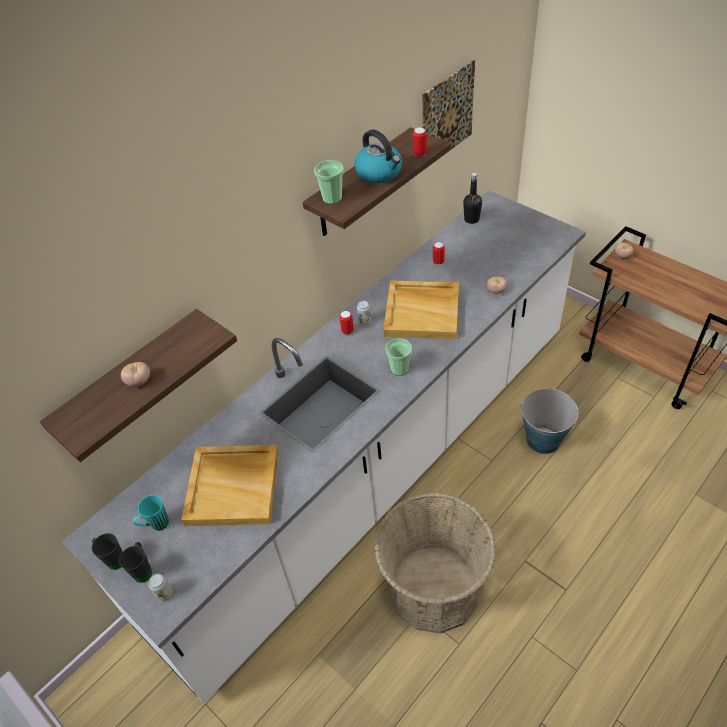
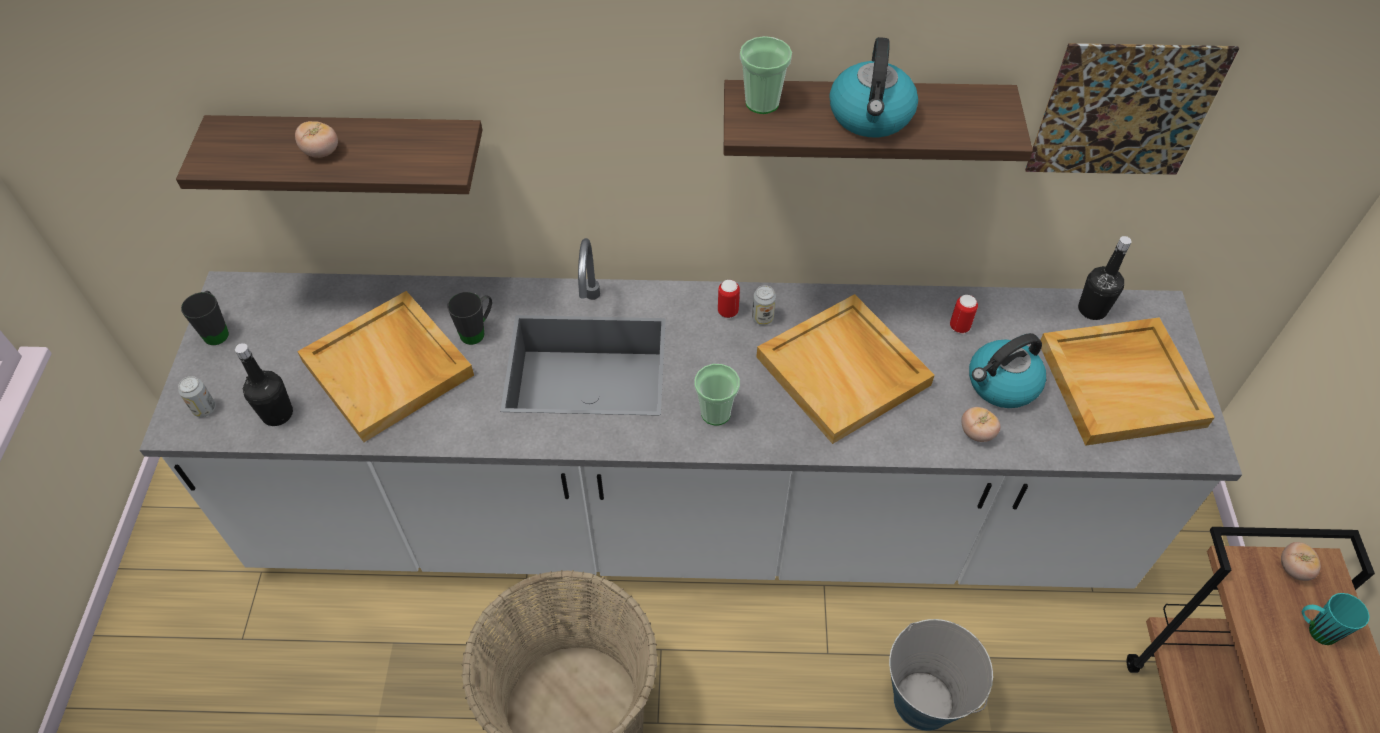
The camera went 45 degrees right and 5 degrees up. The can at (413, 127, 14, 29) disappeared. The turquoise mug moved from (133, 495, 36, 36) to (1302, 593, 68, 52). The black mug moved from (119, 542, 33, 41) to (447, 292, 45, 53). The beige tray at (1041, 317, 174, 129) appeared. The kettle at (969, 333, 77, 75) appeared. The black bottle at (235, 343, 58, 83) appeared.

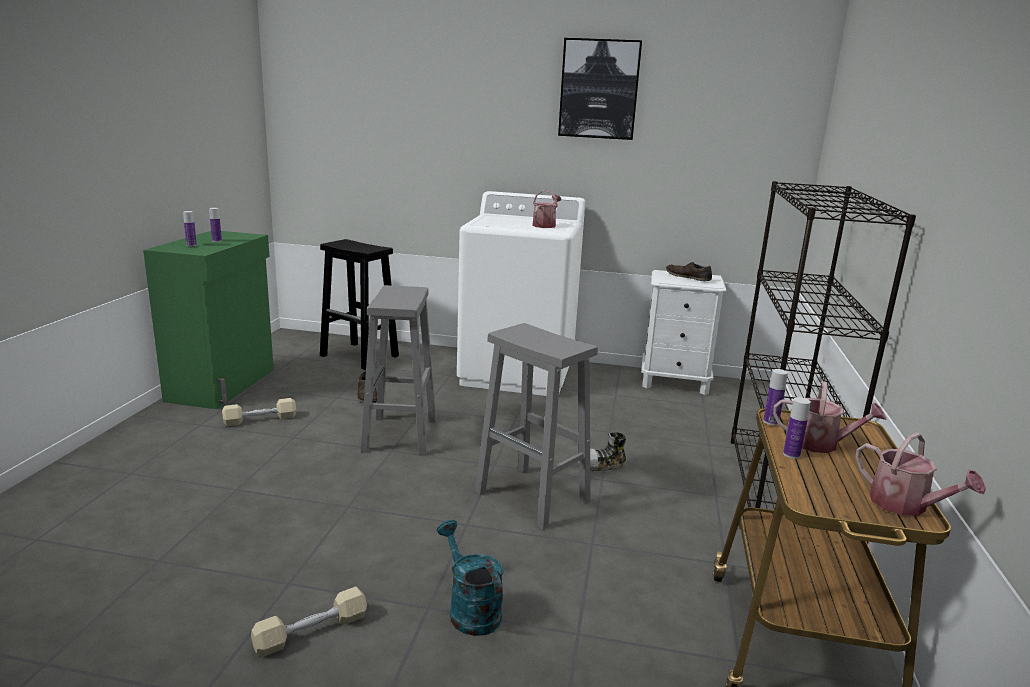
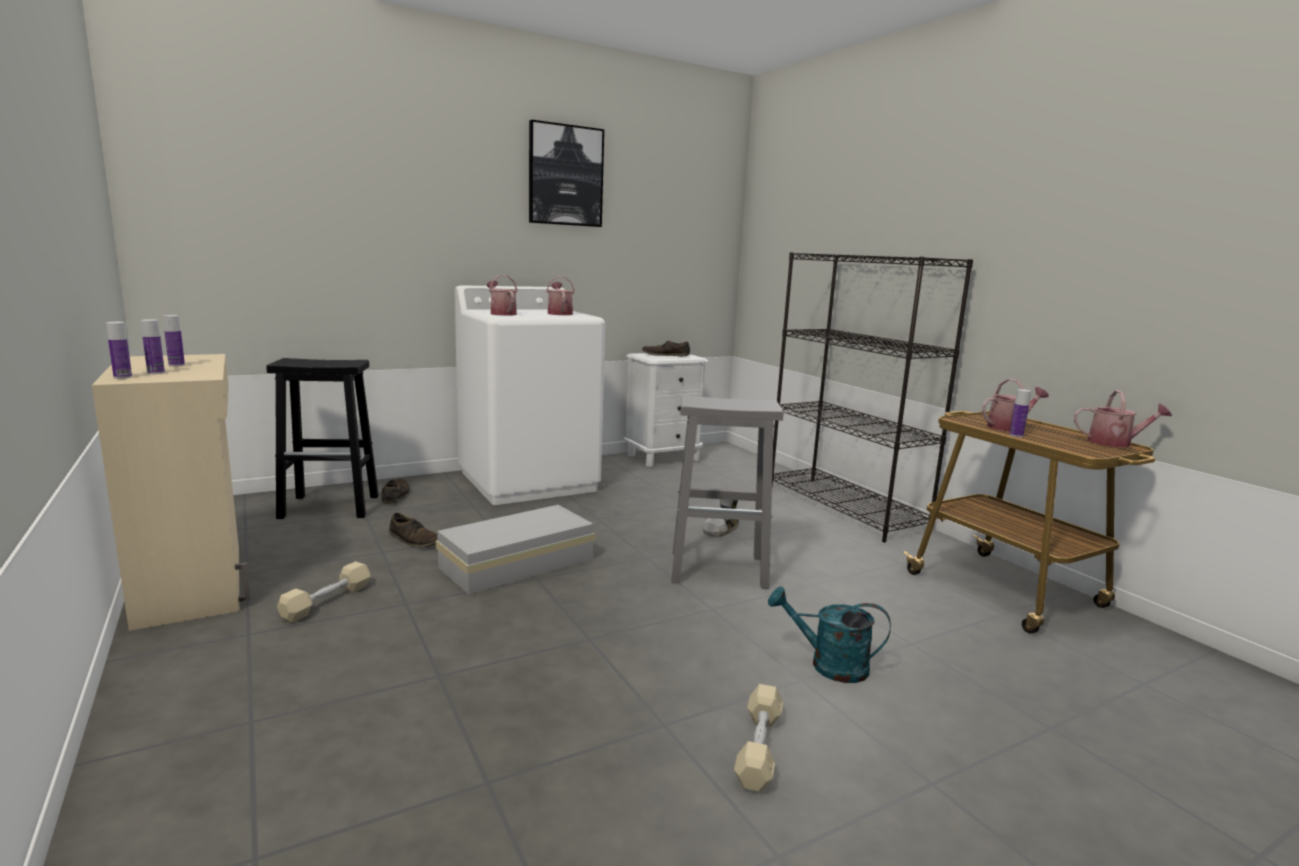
The camera went 40 degrees left and 5 degrees down. The green cabinet at (143, 231, 131, 178) became the beige cabinet at (92, 354, 159, 277). The grey stool at (361, 285, 75, 170) was replaced by the white storage box at (436, 505, 159, 89). The bottle moved from (763, 369, 25, 56) to (106, 322, 26, 57). The watering can at (487, 275, 31, 41) appeared. The brown shoe at (382, 479, 28, 25) appeared.

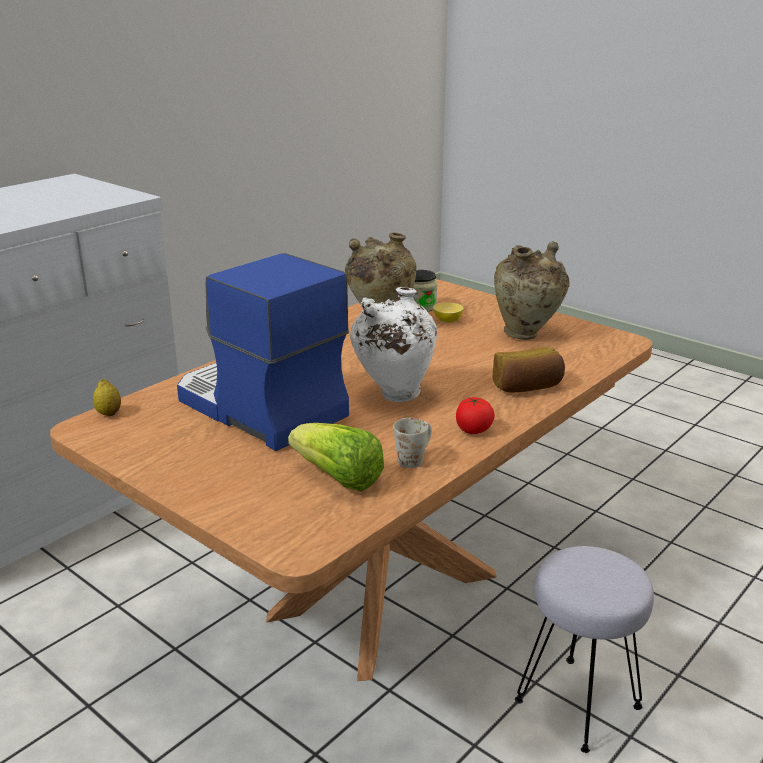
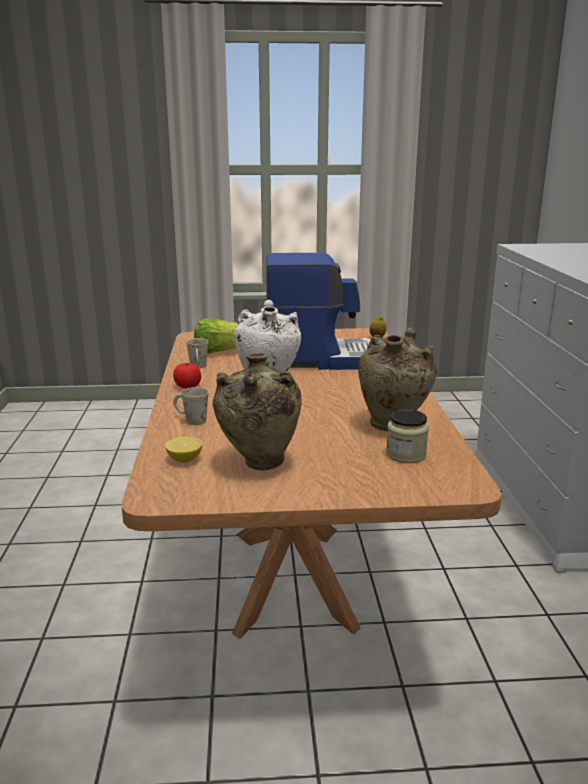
The camera went 135 degrees right and 5 degrees down. The lemon moved from (433, 302, 30, 21) to (165, 437, 37, 26). The bread at (493, 347, 72, 46) was replaced by the white mug at (173, 387, 36, 38). The grey stool at (515, 546, 139, 207) disappeared.

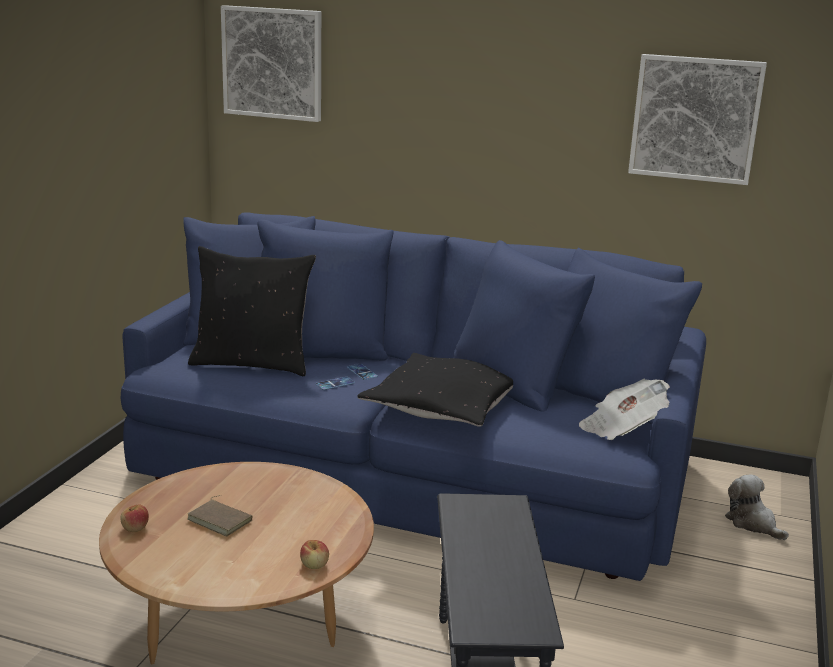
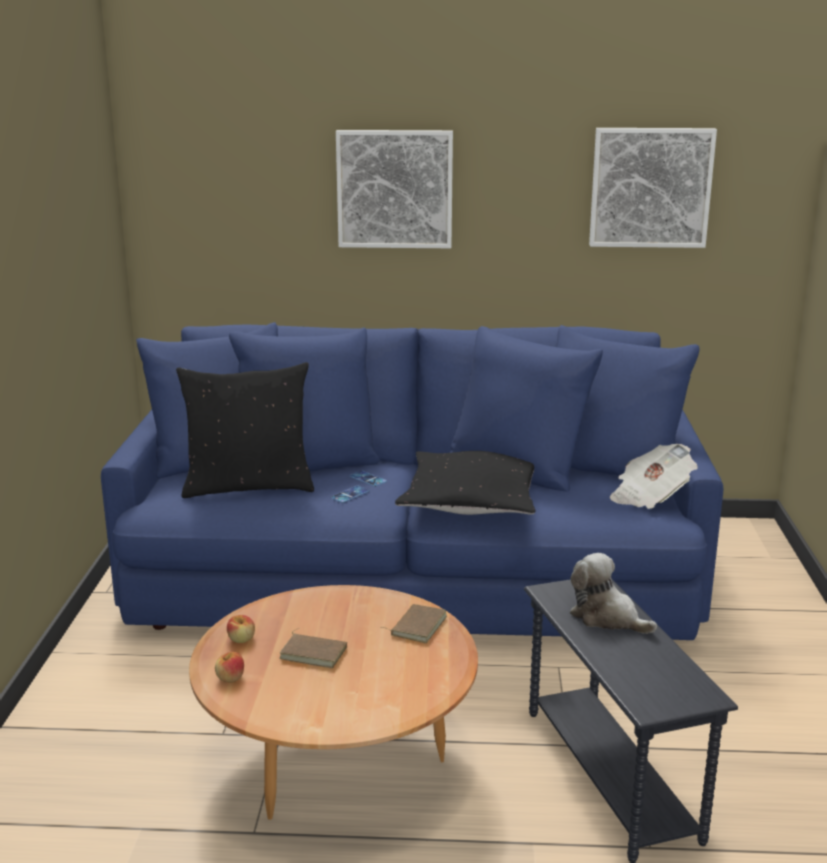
The camera went 15 degrees left and 0 degrees up. The picture moved from (221, 5, 100, 117) to (336, 130, 117, 118). The plush toy moved from (725, 475, 64, 65) to (570, 553, 87, 81). The apple moved from (300, 540, 29, 29) to (227, 615, 28, 28). The brown book at (380, 604, 67, 39) appeared.

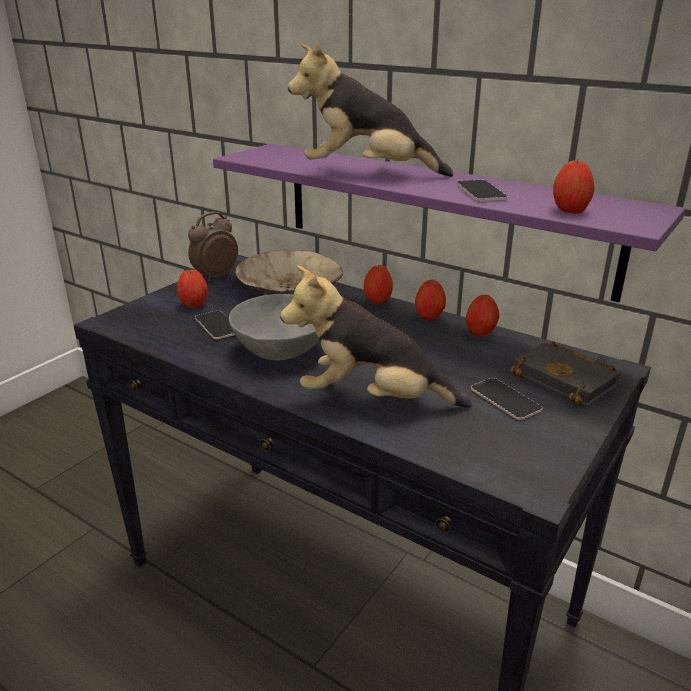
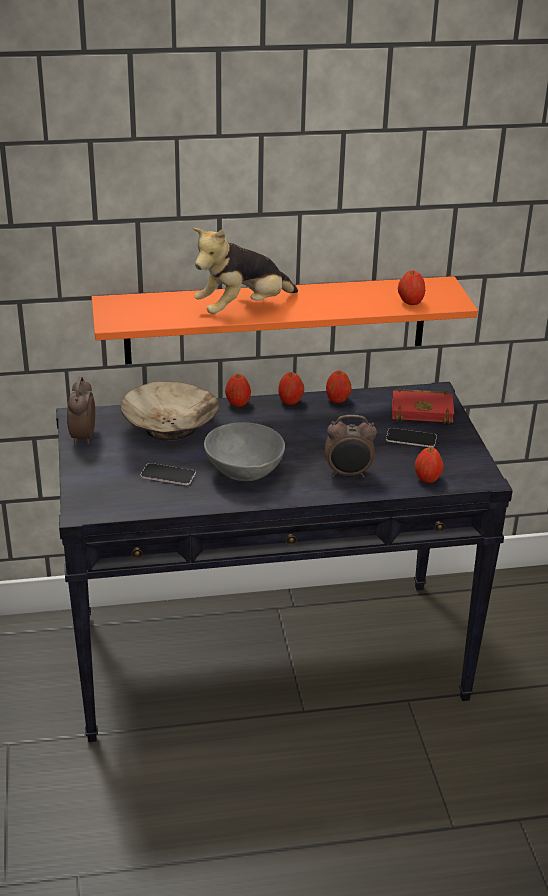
The camera went 45 degrees left and 5 degrees up. The purple shelf at (213, 143, 472, 159) became the orange shelf at (92, 276, 386, 89). The phone at (457, 180, 51, 21) disappeared. The plush toy at (280, 265, 192, 143) was replaced by the alarm clock at (325, 415, 52, 63). The apple moved from (177, 269, 31, 39) to (415, 447, 28, 36). The black book at (510, 341, 111, 65) became the red book at (392, 388, 62, 36).

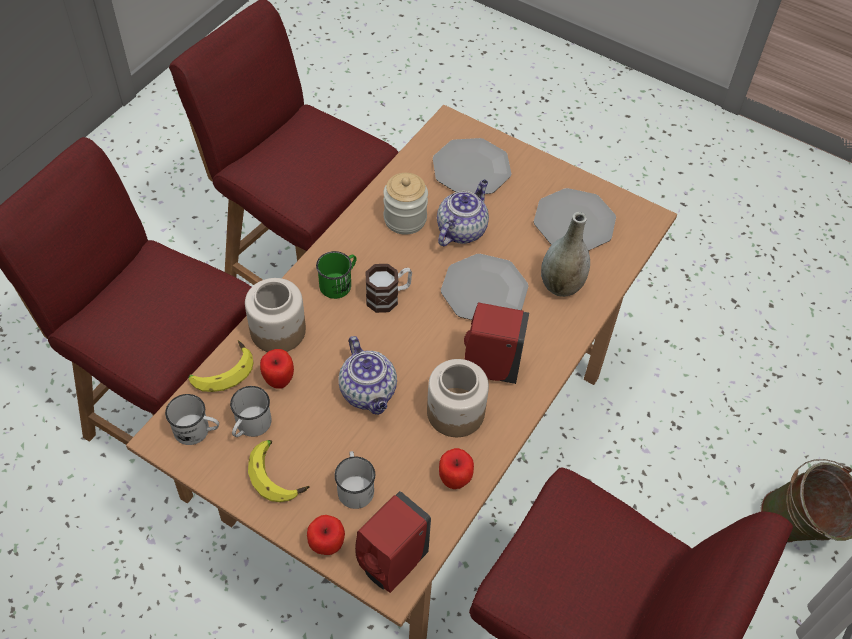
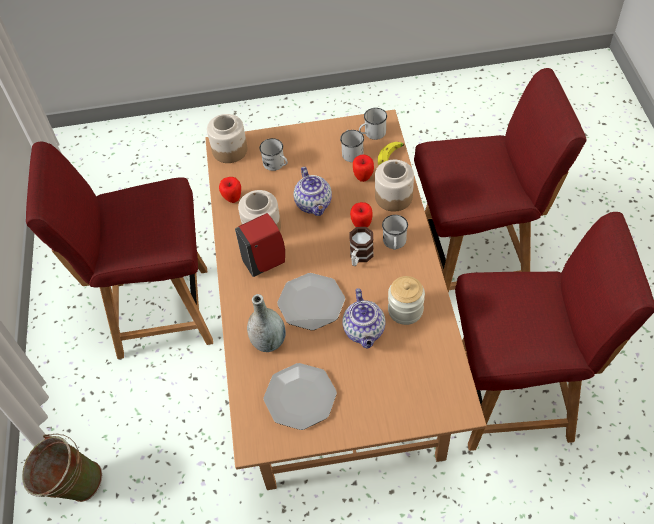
The camera went 145 degrees right and 0 degrees up. The plate at (433, 138, 78, 56) disappeared. The green mug at (316, 251, 41, 48) became the white mug at (382, 215, 26, 35). The teapot at (338, 336, 59, 79) turned 135 degrees counterclockwise. The banana at (248, 440, 62, 62) disappeared. The red soap dispenser at (355, 491, 76, 102) was replaced by the jar at (207, 114, 40, 49). The apple moved from (307, 515, 38, 40) to (350, 202, 23, 25).

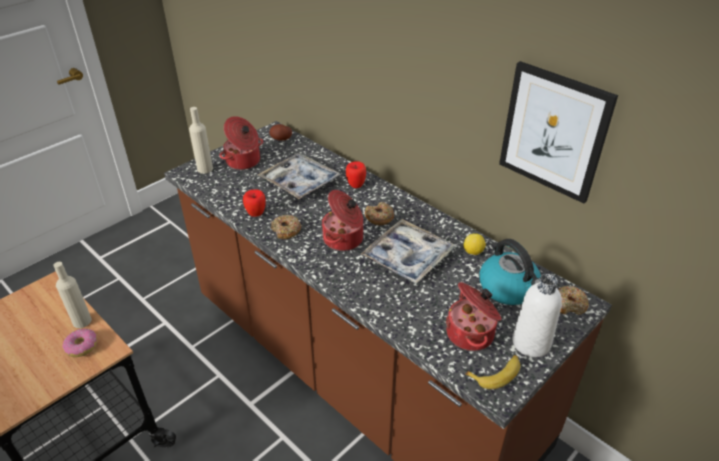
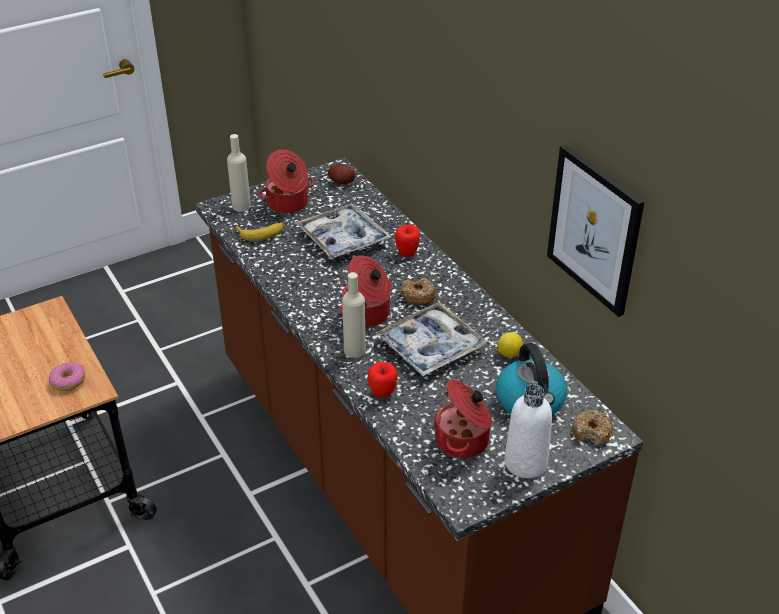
The camera went 15 degrees right and 0 degrees up. The apple moved from (243, 189, 23, 28) to (368, 362, 29, 36). The donut at (271, 215, 30, 24) disappeared. The beige bottle moved from (53, 262, 39, 66) to (342, 272, 24, 86). The banana moved from (465, 355, 55, 34) to (234, 222, 50, 19).

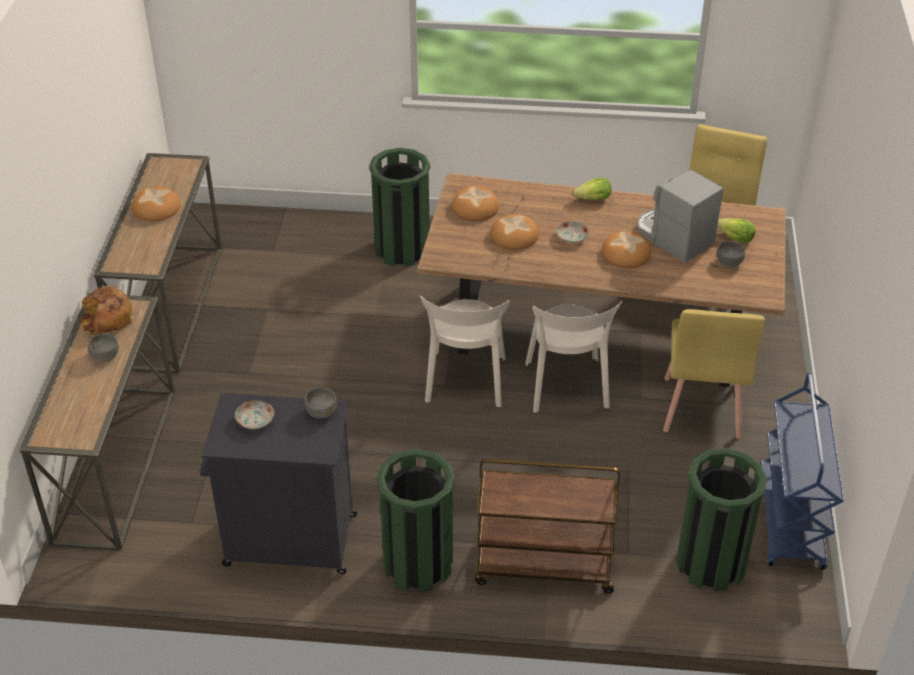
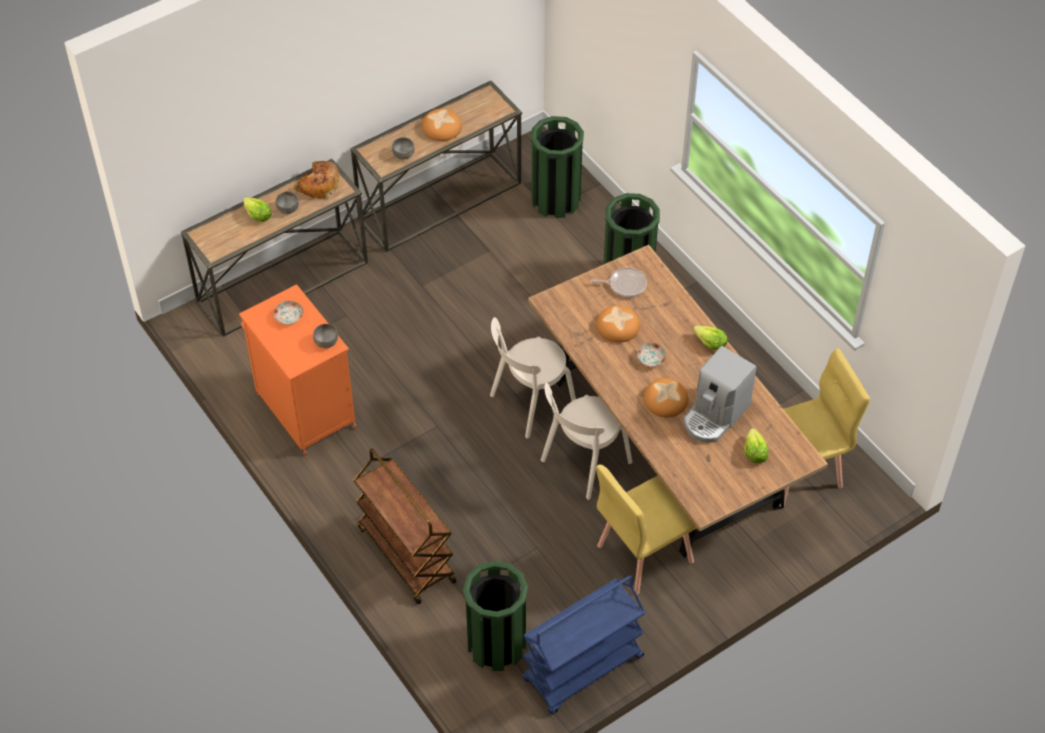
The camera went 50 degrees right and 10 degrees up. The coffee machine at (637, 170, 86, 93) turned 150 degrees counterclockwise. The bread at (452, 186, 47, 35) was replaced by the frying pan at (591, 267, 56, 30). The grey bowl moved from (717, 241, 28, 26) to (392, 137, 23, 22). The black cabinet at (200, 393, 157, 181) became the orange cabinet at (239, 284, 118, 172). The green trash can moved from (377, 449, 78, 143) to (531, 116, 53, 102). The lettuce at (243, 197, 29, 25) appeared.

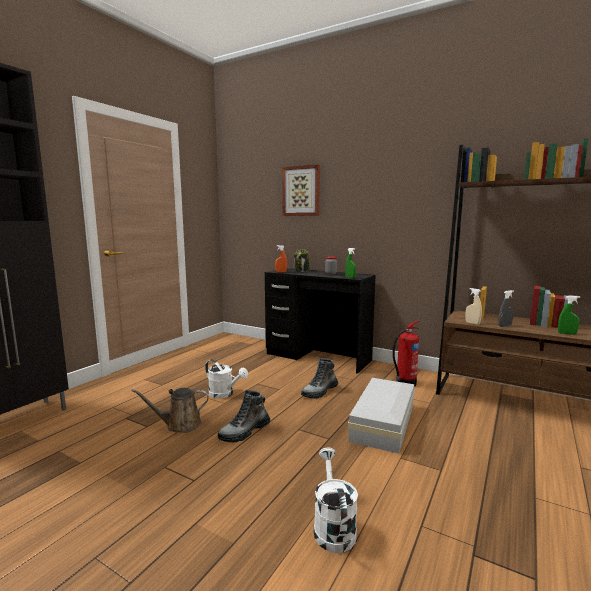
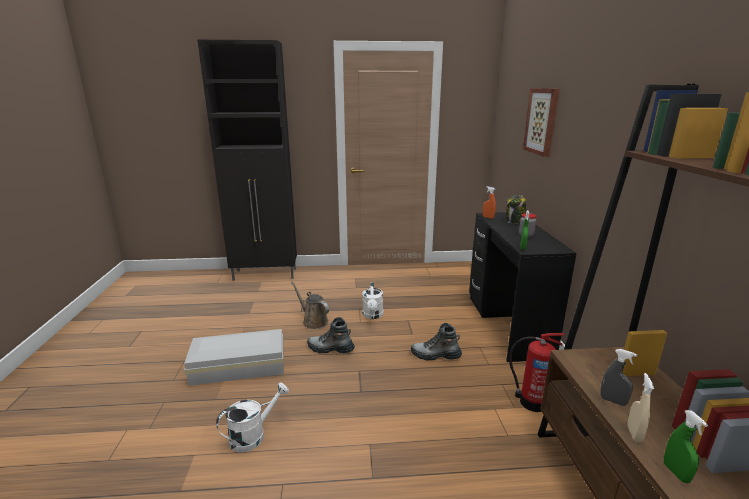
The camera went 55 degrees right and 10 degrees up. The beige spray bottle moved from (465, 288, 17, 37) to (627, 373, 27, 69). The white storage box moved from (348, 378, 67, 76) to (184, 329, 100, 57).

